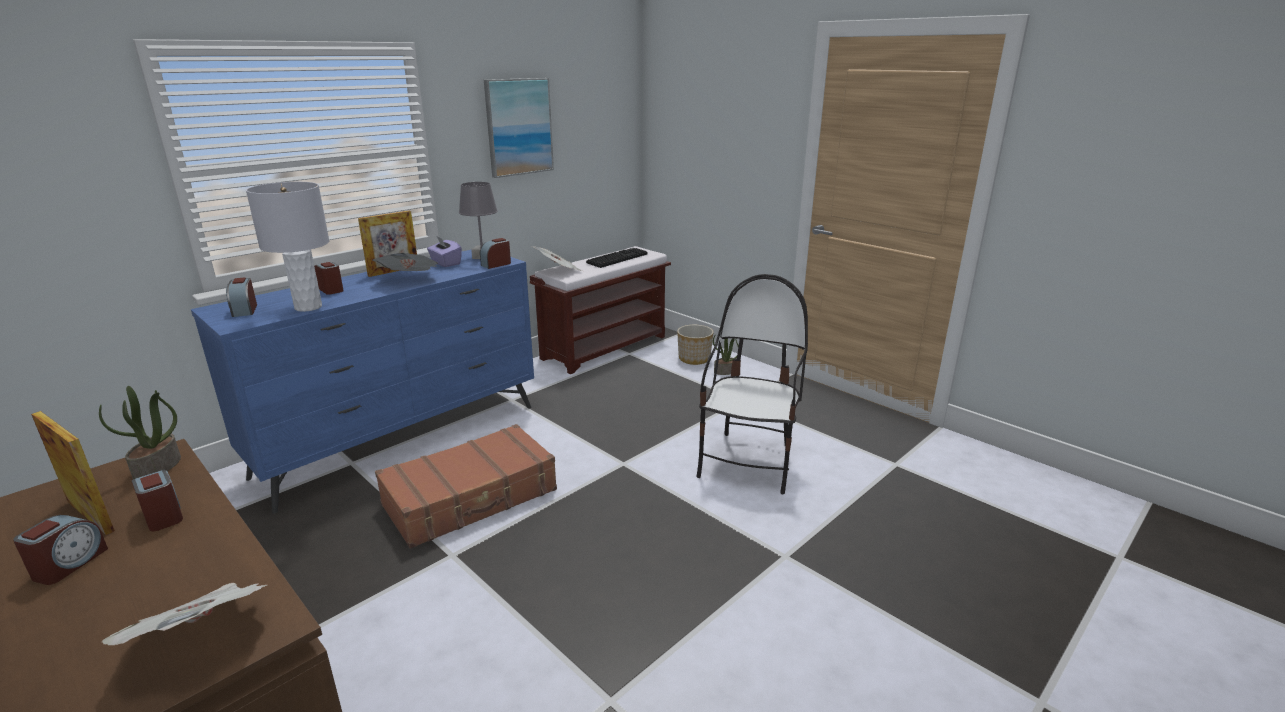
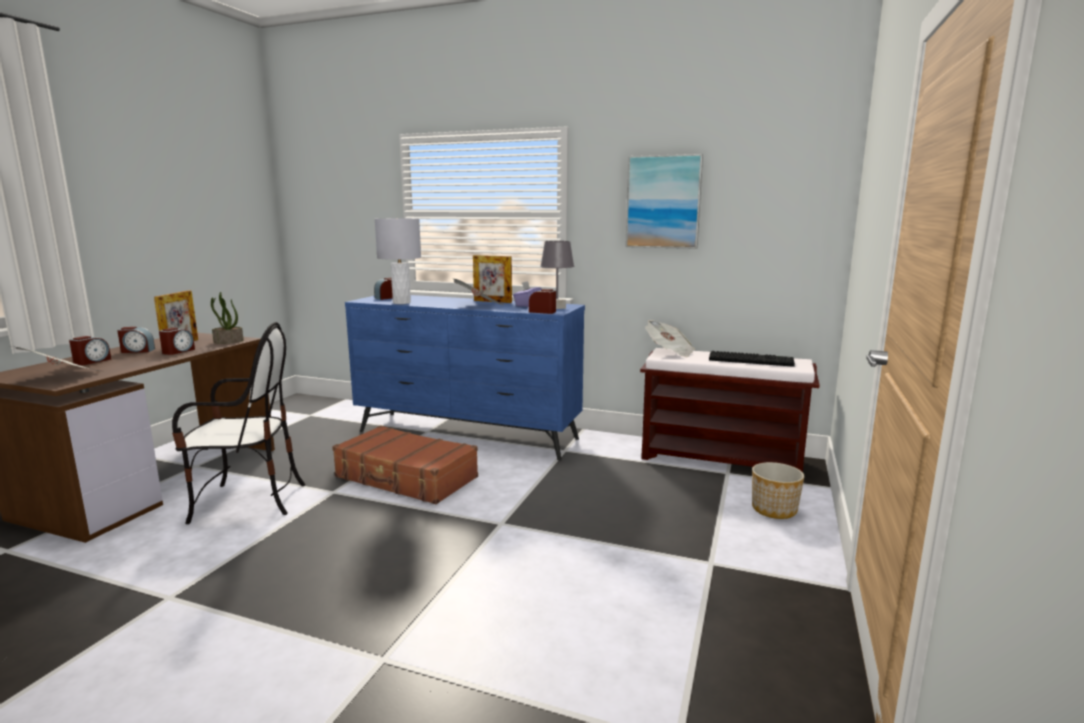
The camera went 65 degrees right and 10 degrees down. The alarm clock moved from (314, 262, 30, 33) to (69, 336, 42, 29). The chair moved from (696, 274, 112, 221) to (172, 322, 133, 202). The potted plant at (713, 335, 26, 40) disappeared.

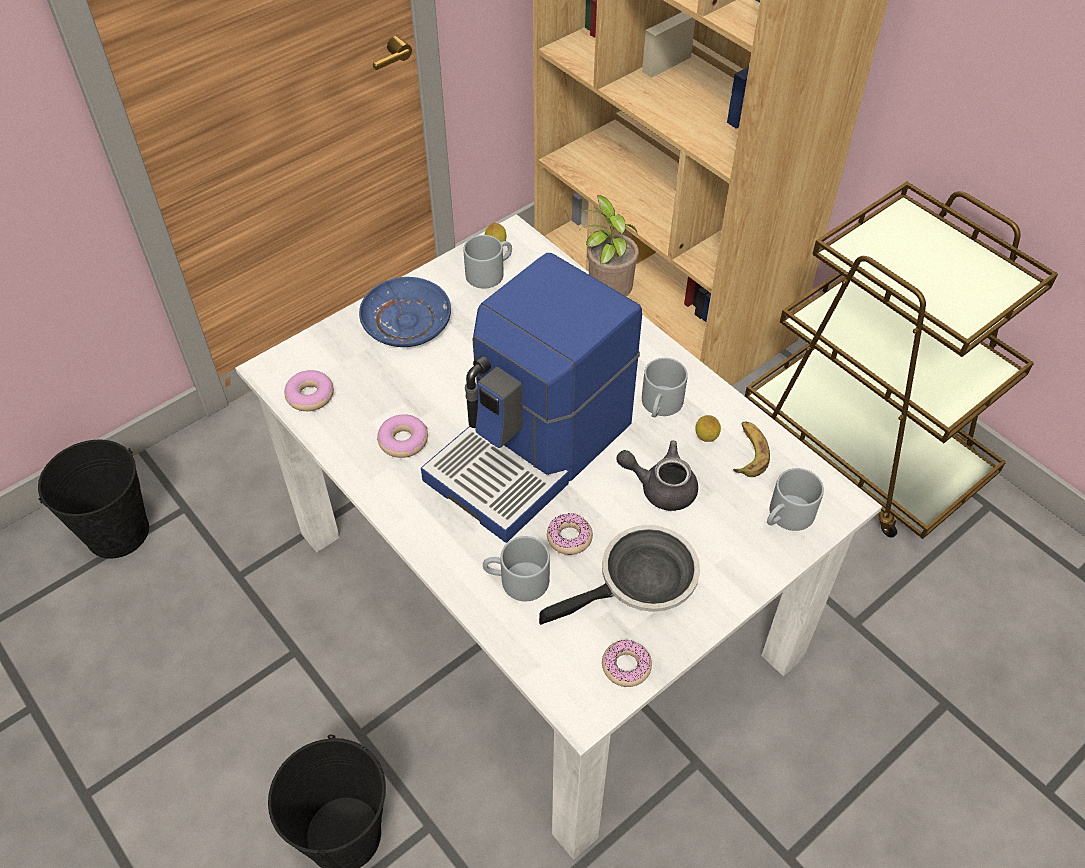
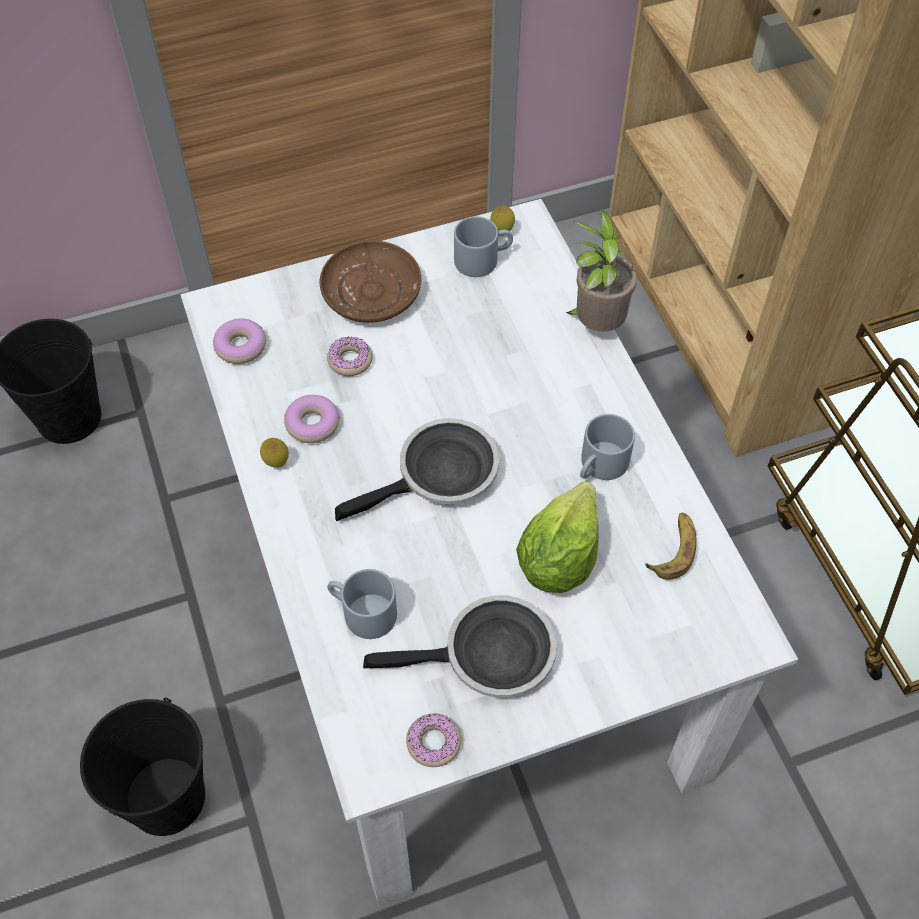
The camera went 20 degrees right and 5 degrees up. The coffee machine at (421, 253, 221, 290) was replaced by the frying pan at (335, 418, 164, 103). The blue plate at (359, 277, 92, 70) became the brown plate at (319, 240, 102, 83). The lemon moved from (695, 415, 26, 27) to (260, 438, 29, 30). The grey teapot at (616, 441, 82, 70) was replaced by the lettuce at (516, 482, 82, 111). The grey mug at (767, 468, 57, 63) disappeared. The donut moved from (547, 513, 46, 42) to (327, 337, 45, 39).

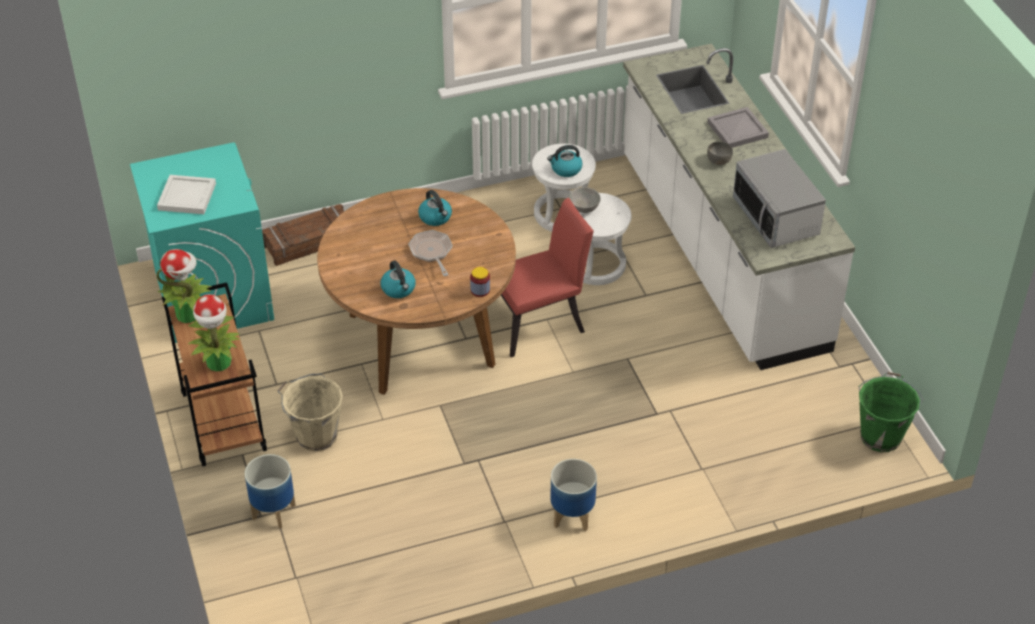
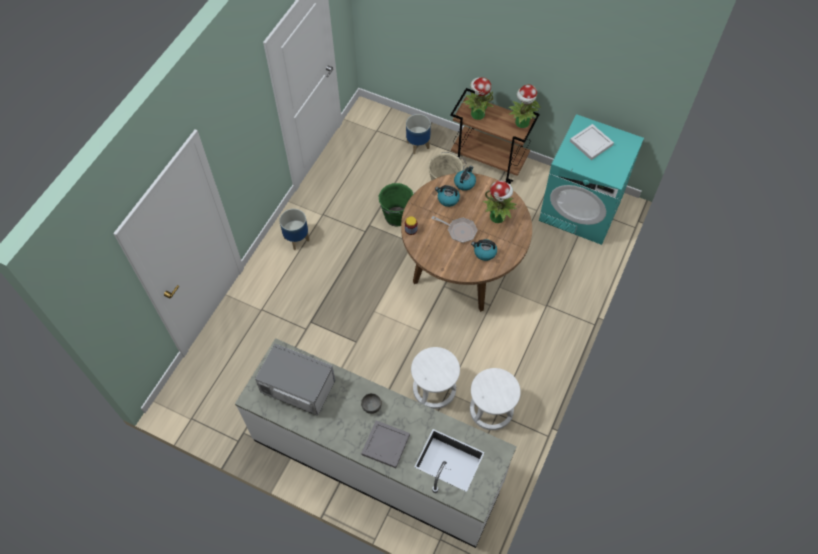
The camera went 135 degrees right and 15 degrees up. The kettle moved from (547, 145, 36, 32) to (454, 166, 22, 25). The grey bowl at (568, 187, 33, 26) disappeared. The red chair at (501, 198, 93, 159) disappeared. The crate at (262, 204, 82, 62) disappeared. The green bucket moved from (858, 372, 65, 80) to (379, 183, 35, 44). The potted plant at (483, 180, 34, 43) appeared.

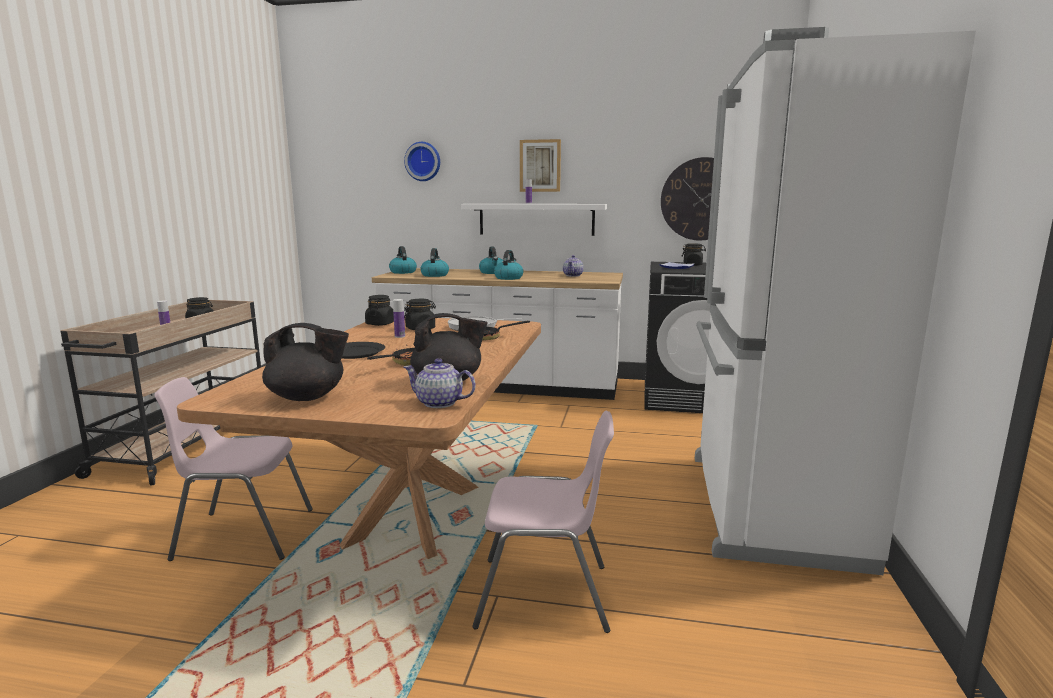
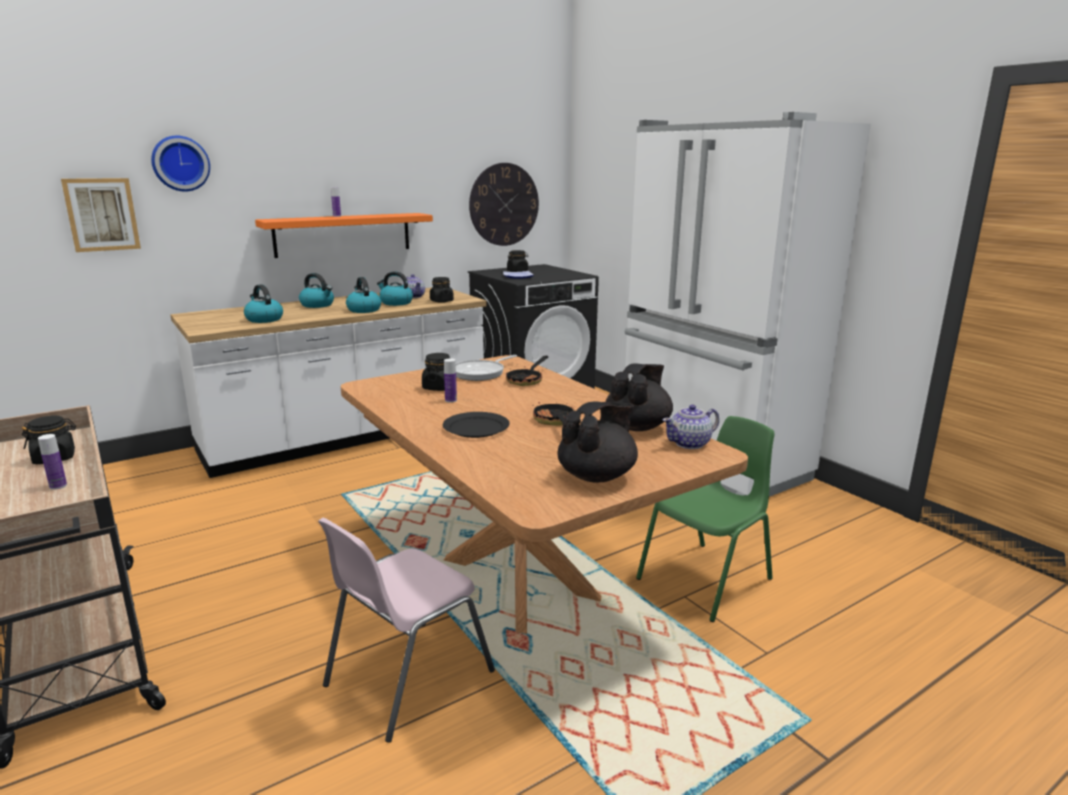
The camera went 45 degrees left and 5 degrees up. The picture moved from (520, 139, 41, 53) to (61, 178, 80, 74). The white shelf at (461, 204, 146, 32) became the orange shelf at (255, 213, 178, 45). The kettle moved from (389, 246, 28, 28) to (377, 271, 36, 35). The black jar moved from (365, 295, 29, 31) to (430, 277, 24, 26). The pink chair at (472, 411, 142, 222) became the green chair at (636, 416, 139, 206).

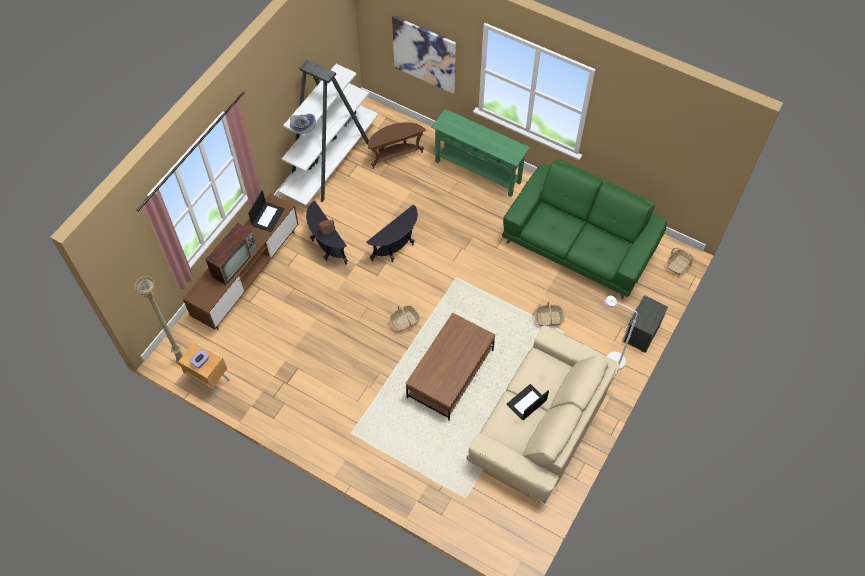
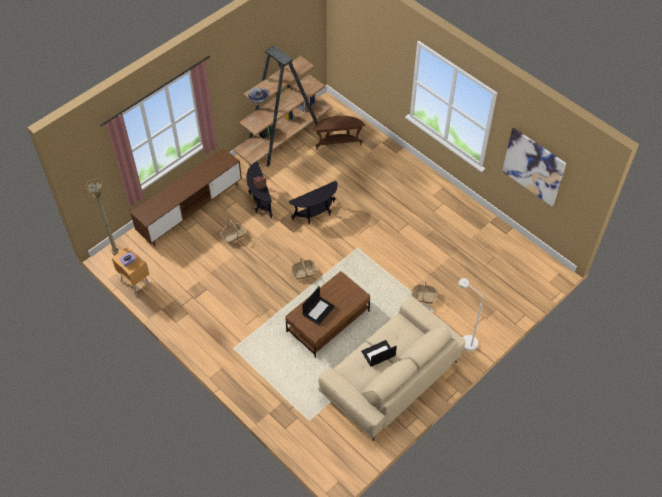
The camera went 15 degrees right and 5 degrees down. The picture moved from (392, 16, 64, 77) to (502, 128, 64, 78). The white bookcase at (279, 60, 100, 146) became the brown bookcase at (234, 45, 99, 122). The green console table at (431, 109, 99, 88) disappeared. The green sofa at (502, 159, 165, 140) disappeared. The laptop moved from (248, 190, 36, 42) to (302, 287, 33, 38). The television at (205, 223, 52, 62) disappeared. The basket moved from (666, 248, 28, 27) to (221, 220, 25, 24). The nightstand at (622, 295, 46, 58) disappeared.

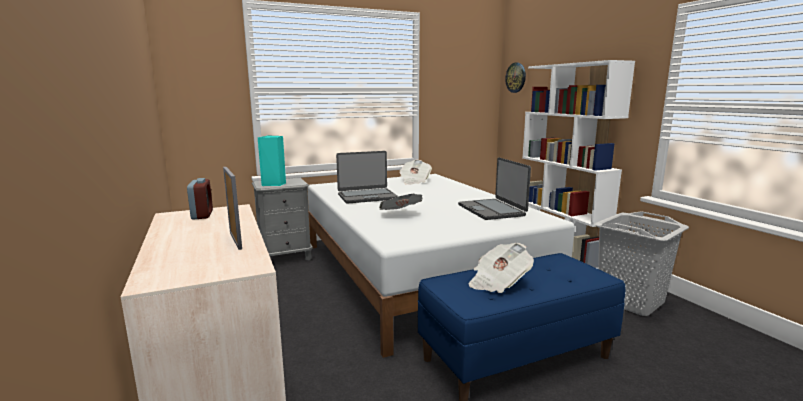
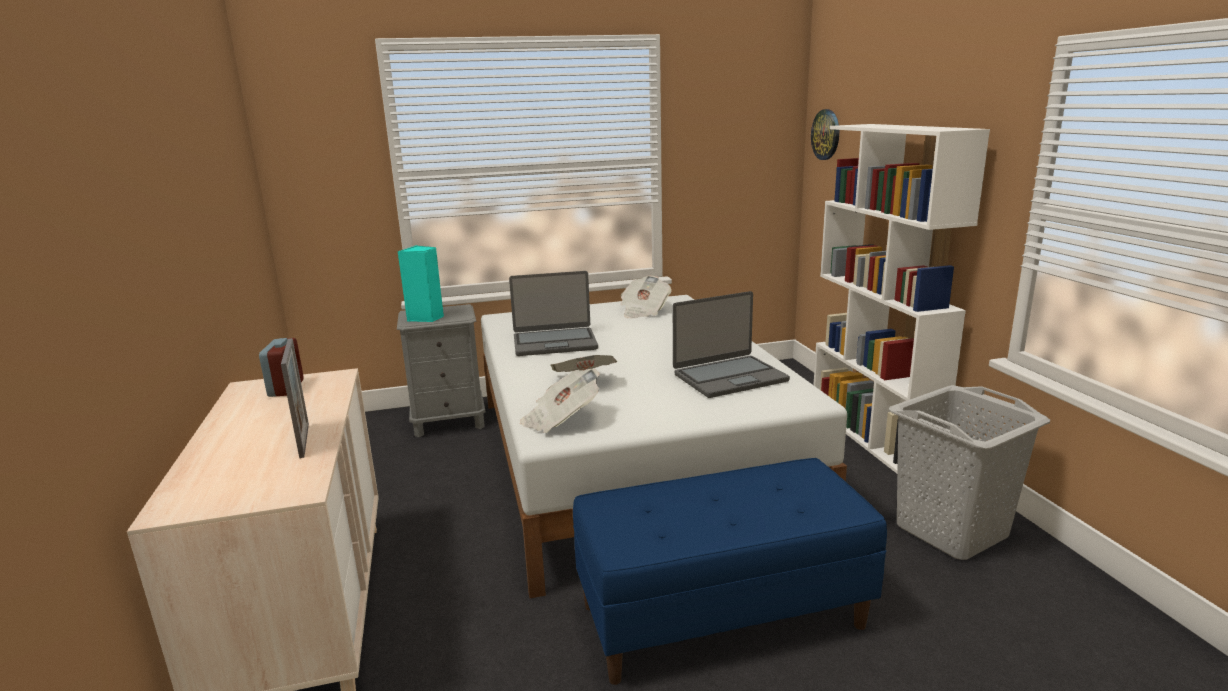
The camera went 10 degrees right and 5 degrees up. The laptop at (458, 157, 73, 63) turned 105 degrees counterclockwise. The newspaper moved from (468, 243, 66, 50) to (520, 369, 80, 64).

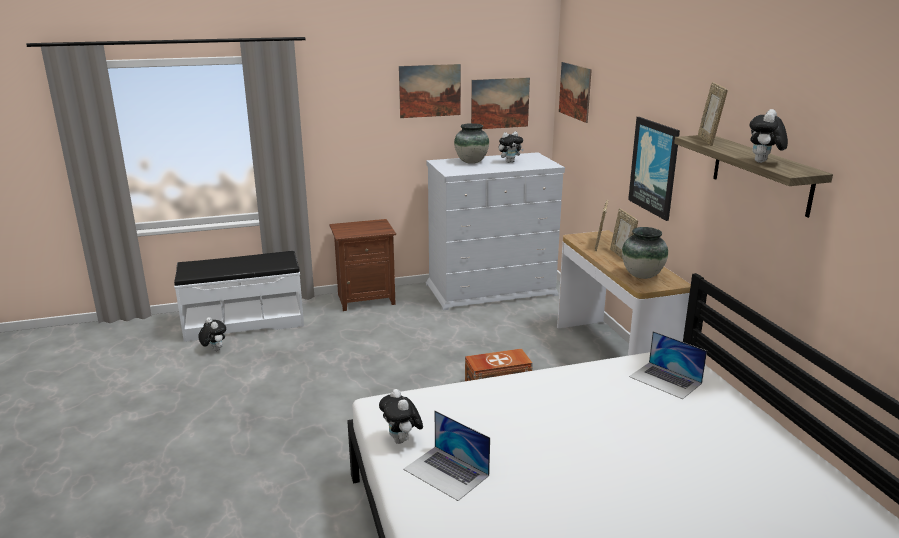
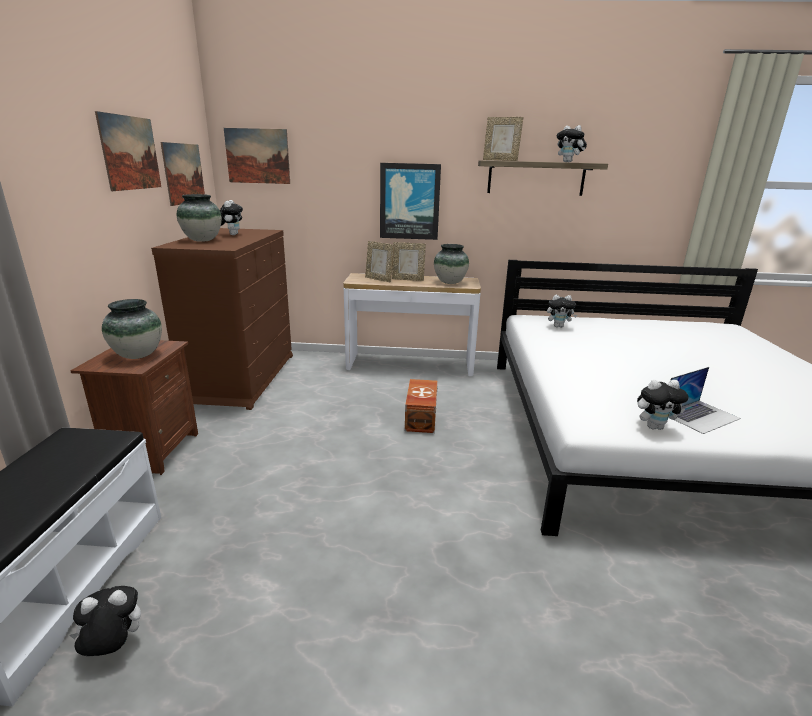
The camera went 70 degrees left and 0 degrees up. The white dresser at (426, 152, 139, 158) became the brown dresser at (151, 228, 142, 182). The laptop at (629, 331, 78, 68) was replaced by the plush toy at (547, 295, 30, 33). The vase at (102, 299, 60, 60) appeared.

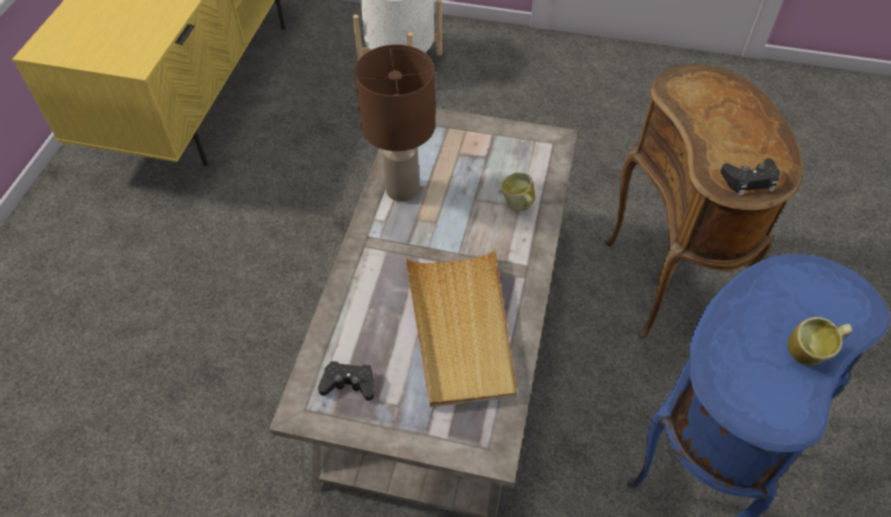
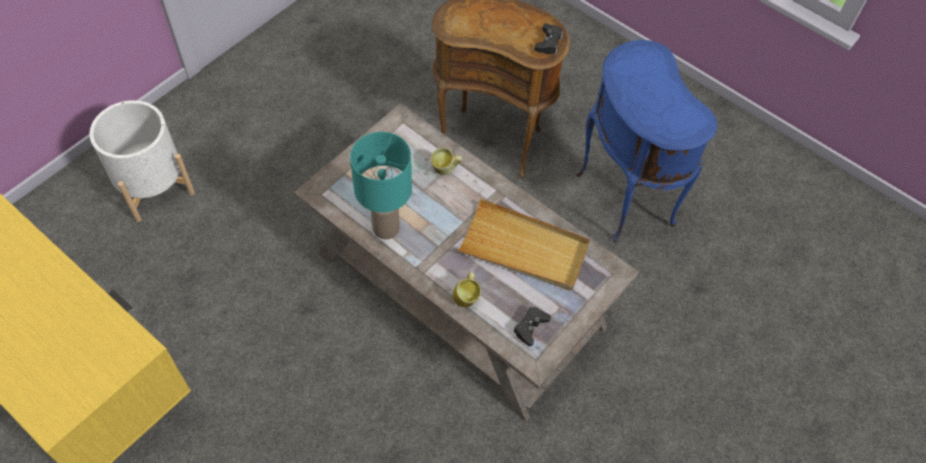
The camera went 65 degrees left and 5 degrees up. The brown table lamp at (355, 44, 80, 158) became the turquoise table lamp at (350, 132, 62, 107). The mug moved from (788, 317, 64, 48) to (453, 271, 28, 36).

